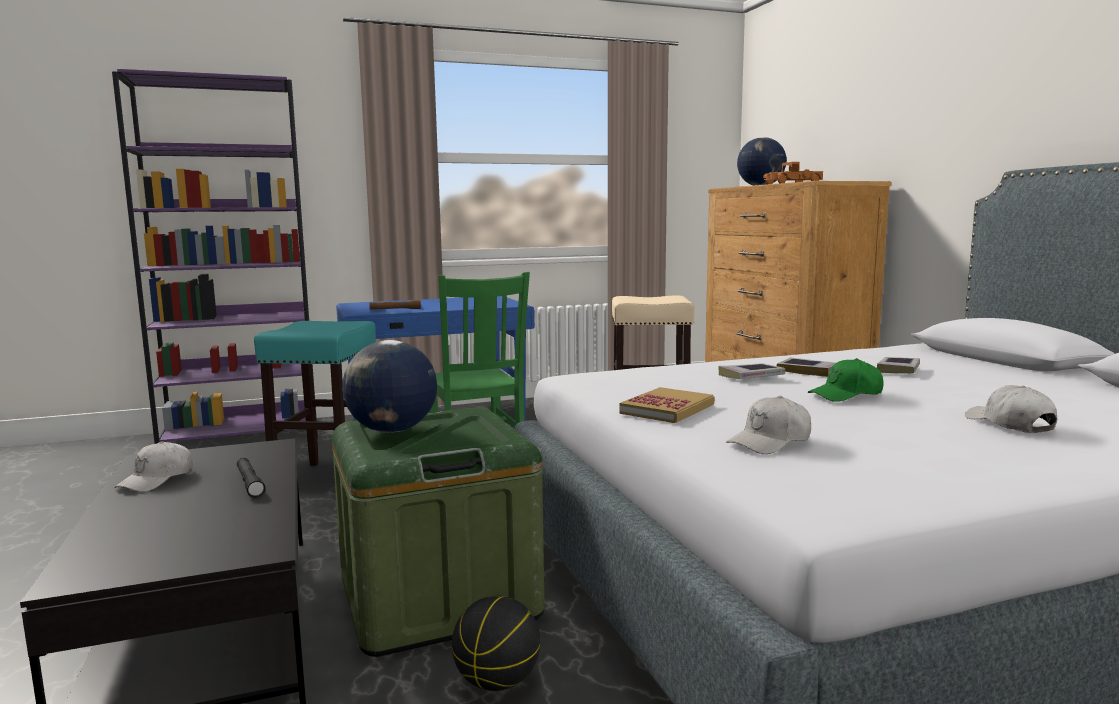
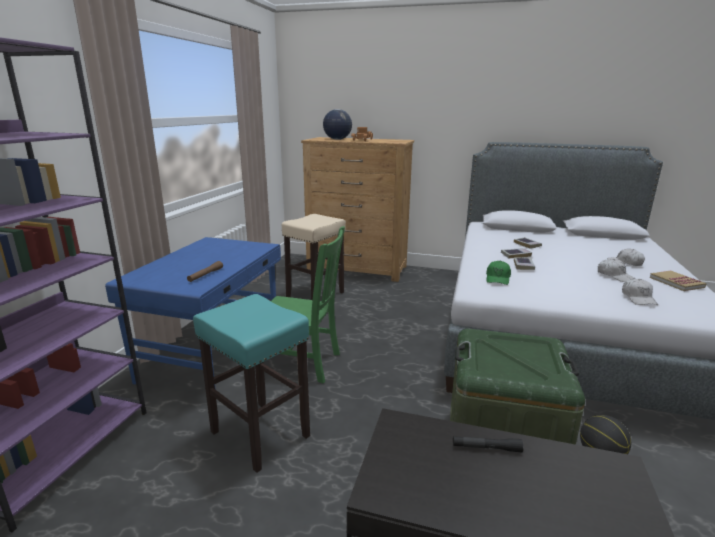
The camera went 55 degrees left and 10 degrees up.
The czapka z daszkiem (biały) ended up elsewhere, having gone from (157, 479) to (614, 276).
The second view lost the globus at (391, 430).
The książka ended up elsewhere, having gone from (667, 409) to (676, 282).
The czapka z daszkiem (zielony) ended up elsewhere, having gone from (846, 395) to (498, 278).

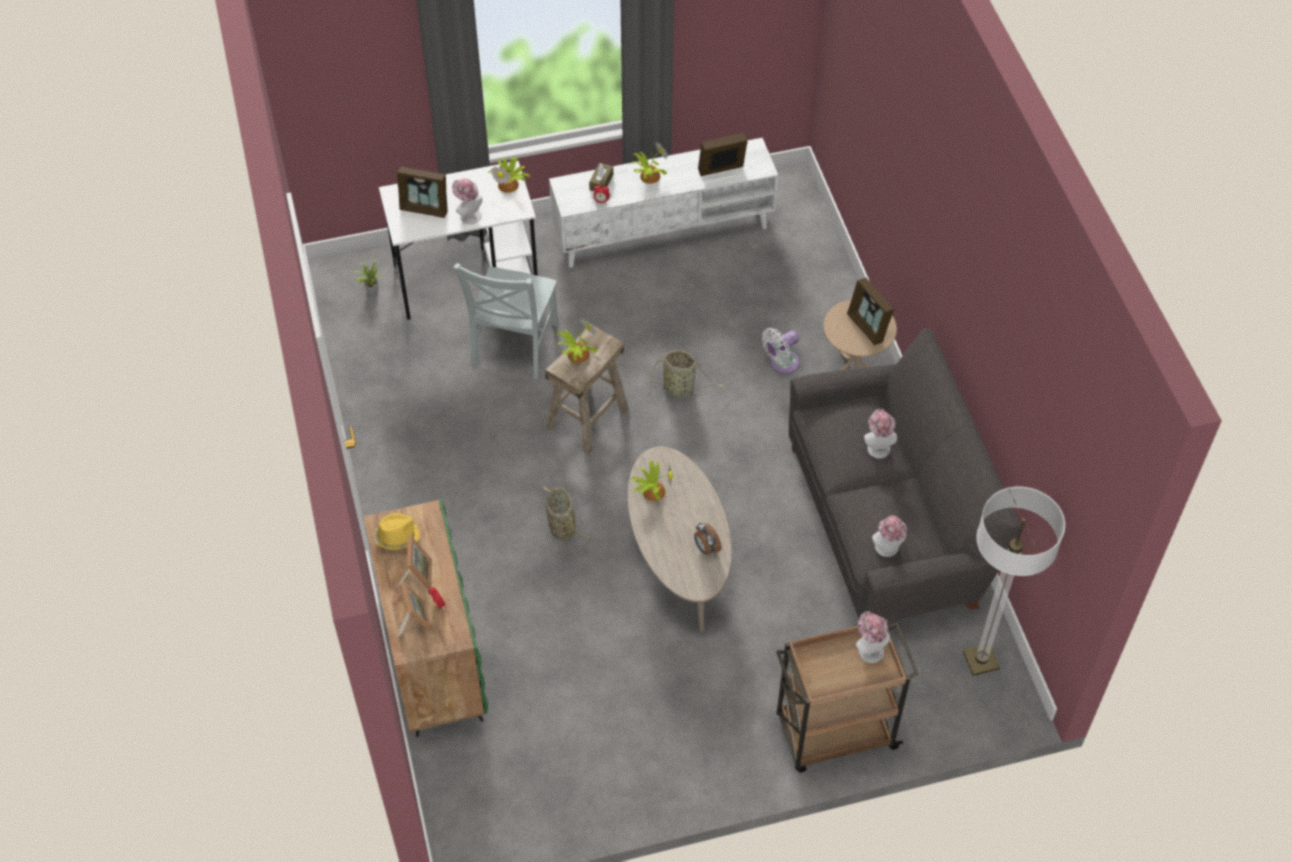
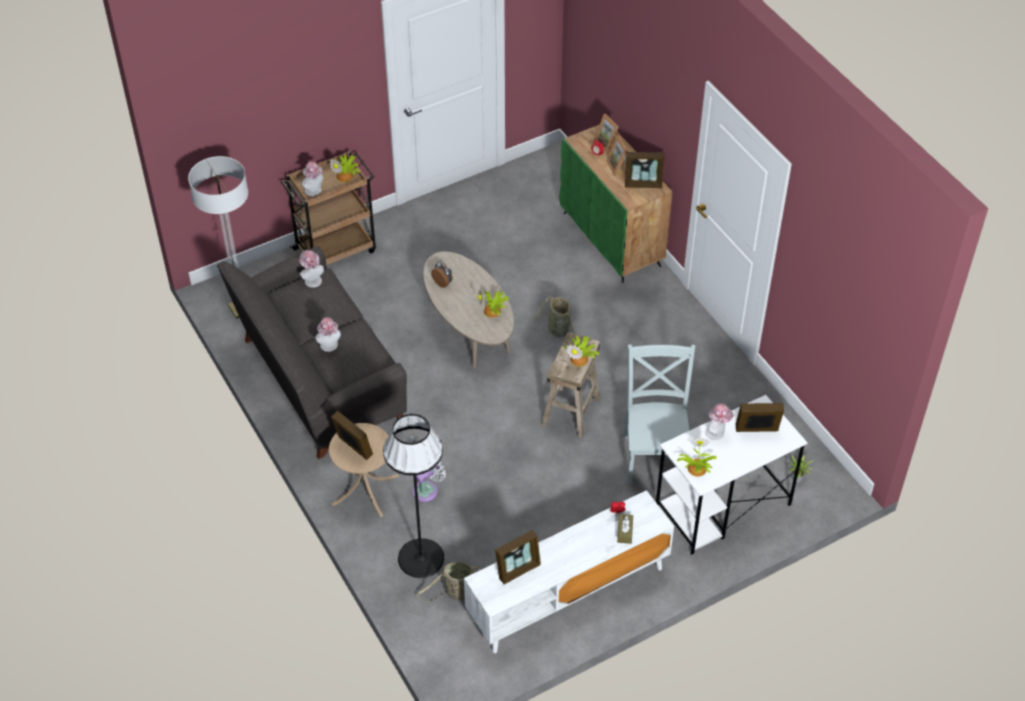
The camera went 165 degrees right and 5 degrees down.
Where the kapelusz (żółty) stood at (396, 536), the ramka na zdjęcie came to stand at (643, 184).
The roślina doniczkowa ended up elsewhere, having gone from (648, 176) to (346, 176).
The koszyk ended up elsewhere, having gone from (681, 389) to (457, 593).
The second view gained the lampa stojąca (czarny) at (420, 558).

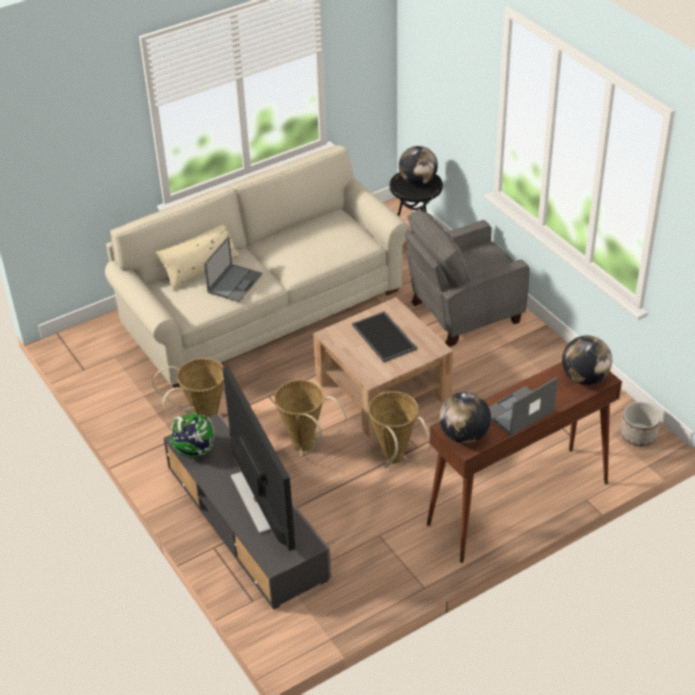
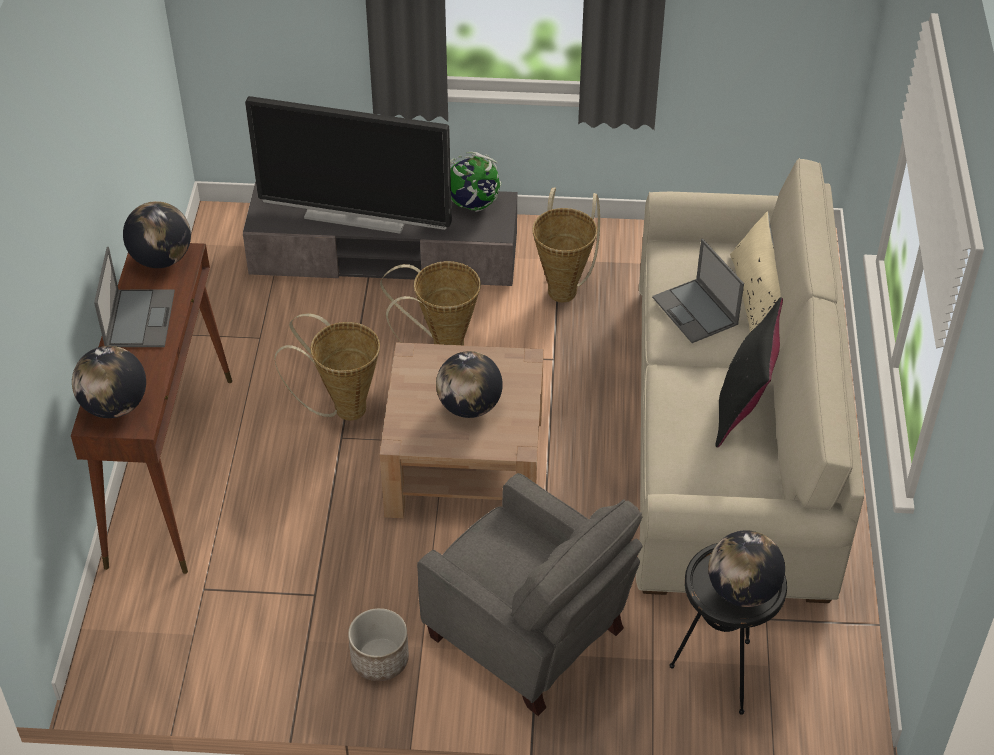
The camera went 125 degrees right and 5 degrees up.
Where the taca stood at (385, 337), the globus came to stand at (469, 407).
The fotel (szary) at (462, 312) ended up facing another way, 120 degrees clockwise from before.
The donica ended up elsewhere, having gone from (638, 435) to (379, 659).
The second view gained the poduszka (czarny) at (743, 409).

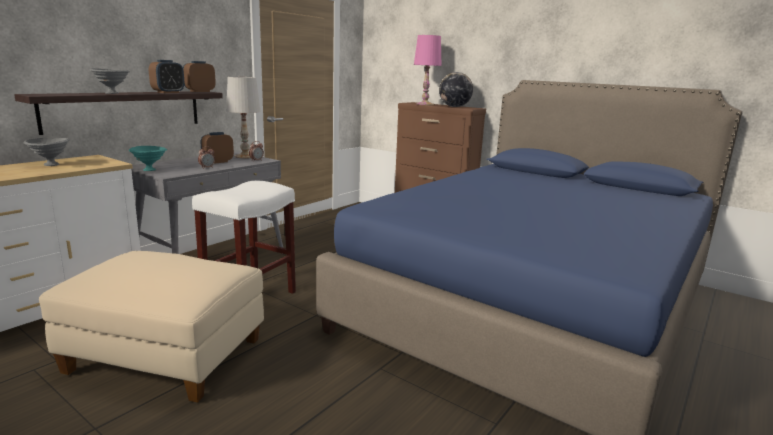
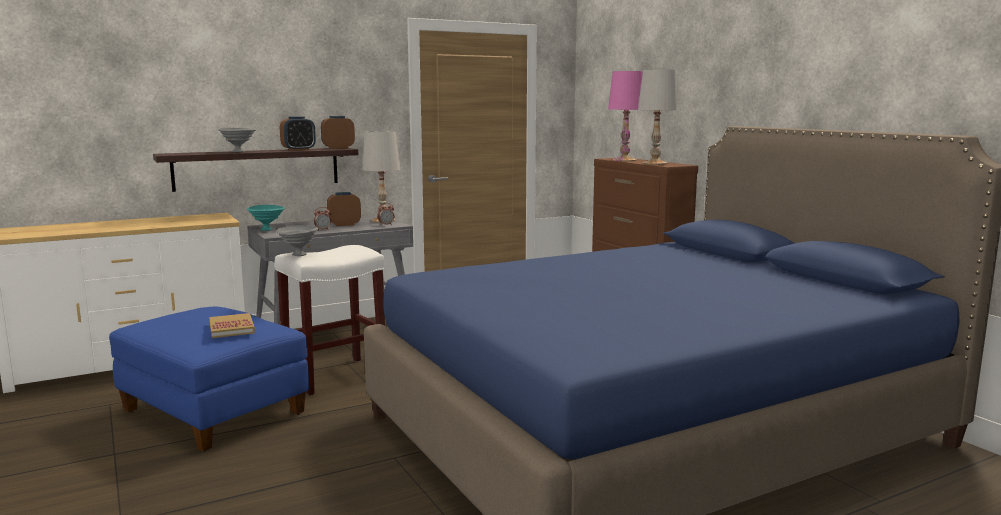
The camera went 25 degrees right and 5 degrees down.
The miska (szary) ended up elsewhere, having gone from (51, 165) to (298, 255).
What was the pufa (beżowy) at (167, 356) turned into the pufa (niebieski) at (215, 412).
Where the globus stood at (454, 107), the lampa stołowa (biały) came to stand at (655, 163).
The second view gained the książka at (231, 328).

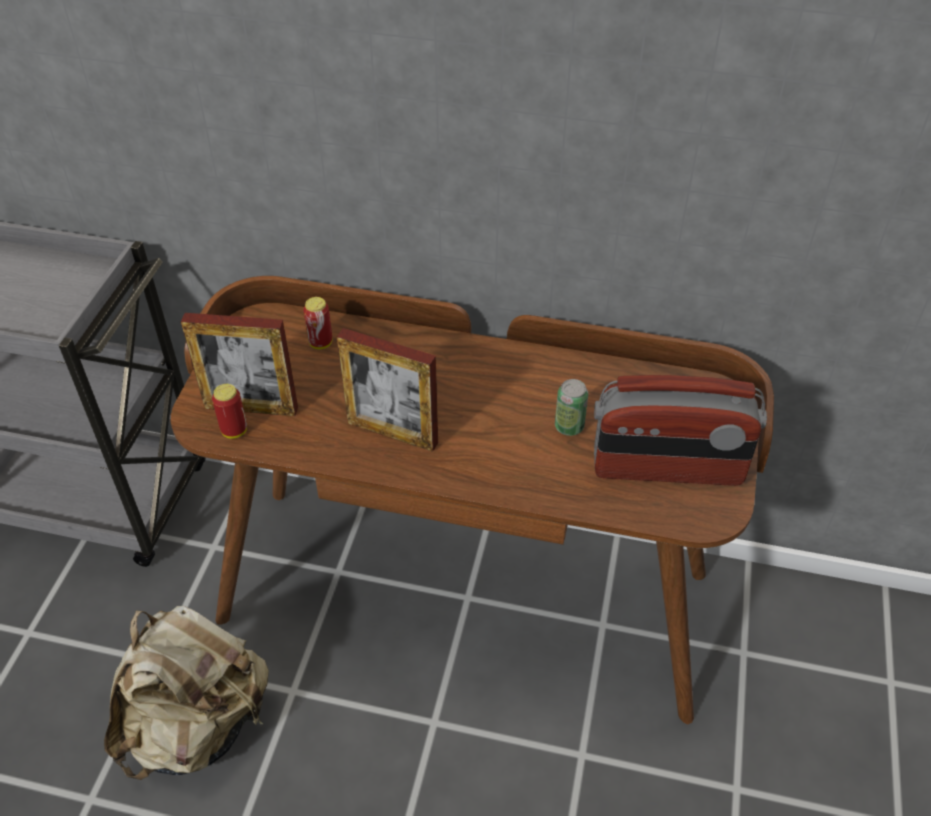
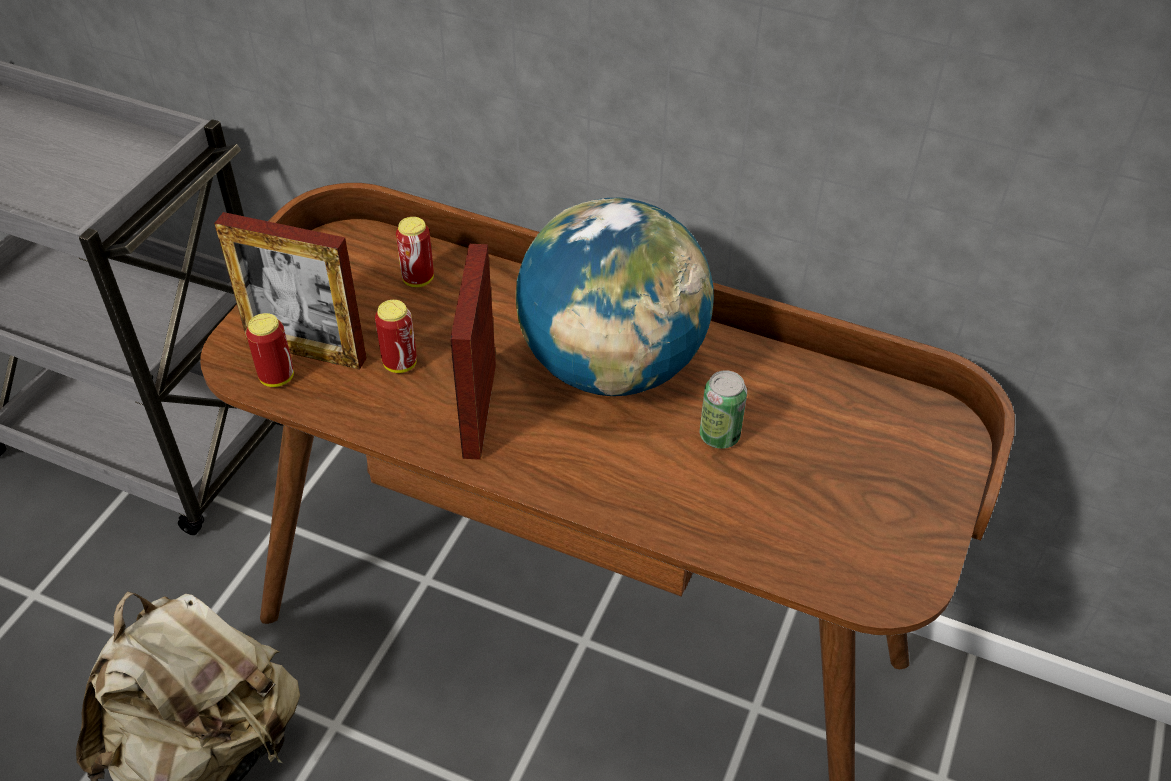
The camera went 10 degrees right and 0 degrees up.
The ramka na zdjęcie at (392, 433) ended up facing another way, 60 degrees clockwise from before.
The second view lost the radio at (667, 468).
The second view gained the puszka at (400, 364).
The second view gained the globus at (611, 367).

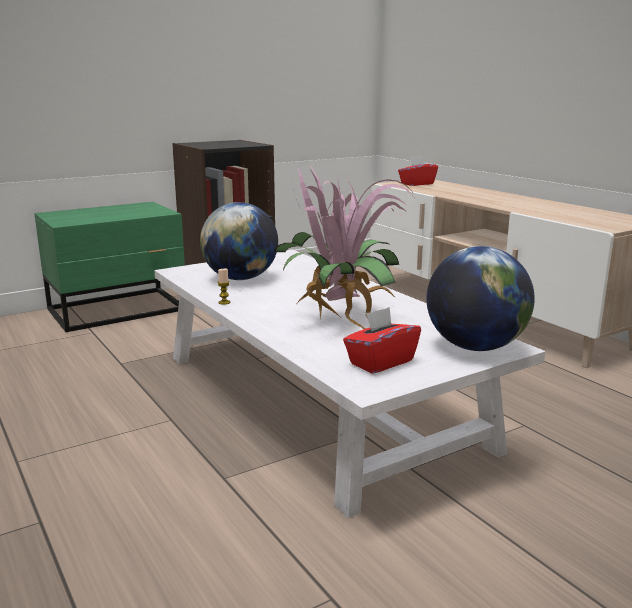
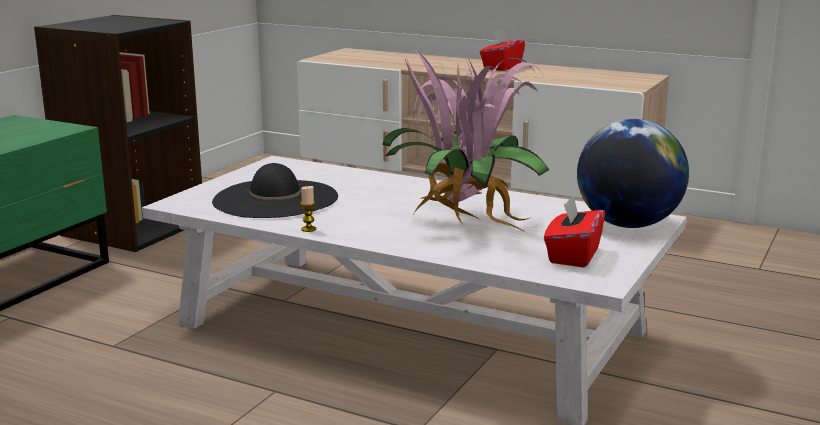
The camera went 30 degrees left and 0 degrees up.
Where the globus stood at (240, 278), the kapelusz (czarny) came to stand at (275, 199).
The pudełko chusteczek (czerwony) ended up elsewhere, having gone from (417, 184) to (501, 67).

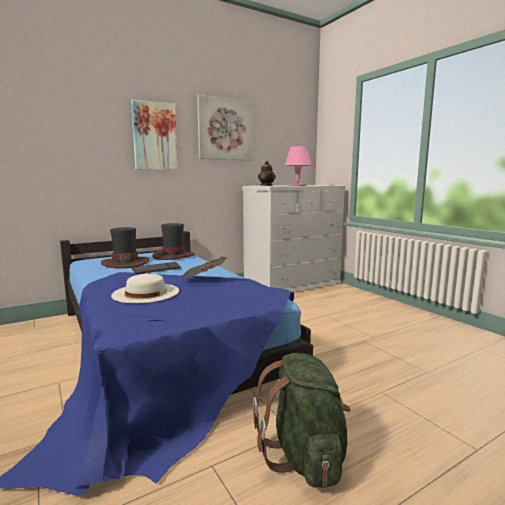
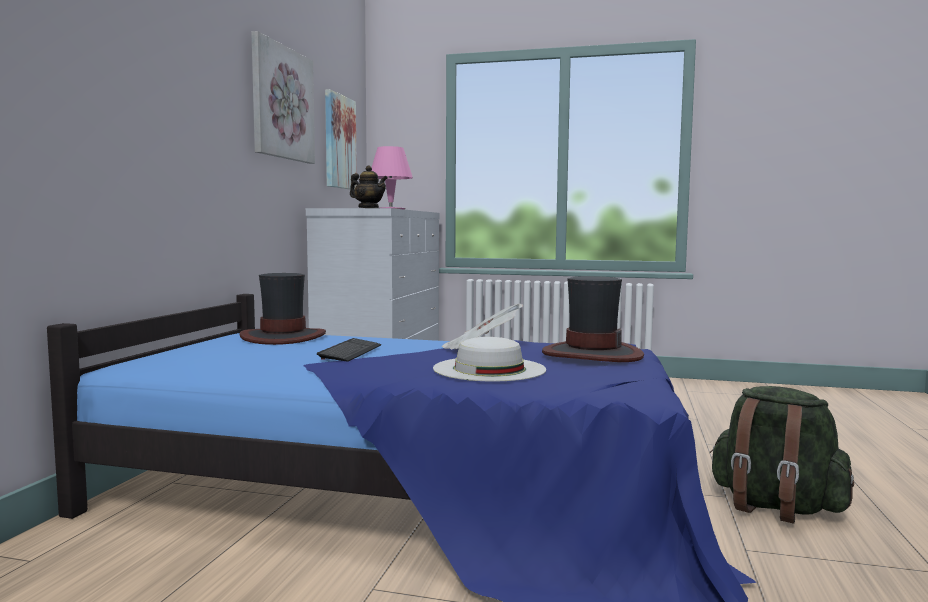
The camera went 45 degrees left and 5 degrees down.
The kapelusz ended up elsewhere, having gone from (125, 263) to (591, 354).
The obraz ended up elsewhere, having gone from (155, 136) to (339, 142).

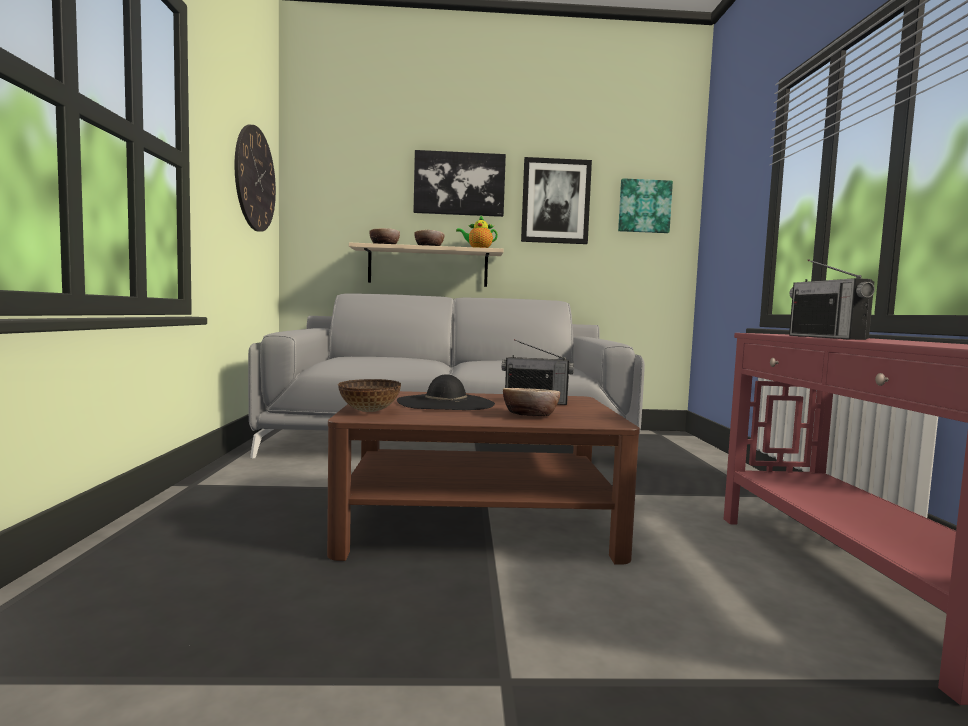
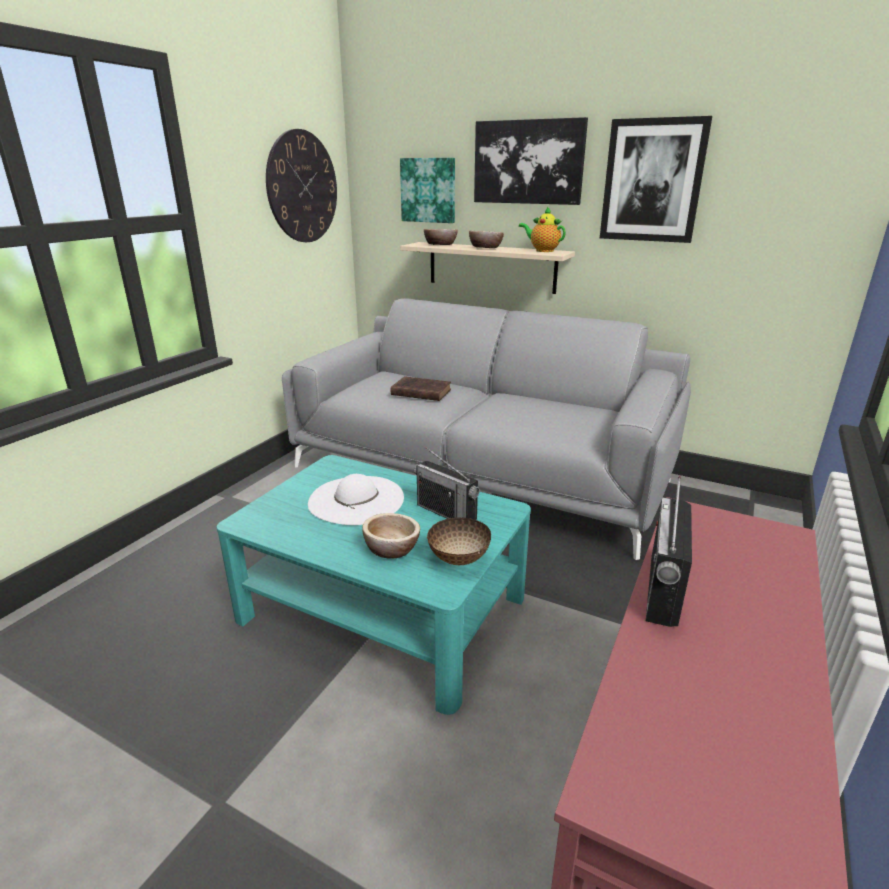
The camera went 30 degrees right and 20 degrees up.
What was the ława (brązowy) at (478, 521) turned into the ława (turkusowy) at (383, 608).
The miska ended up elsewhere, having gone from (368, 411) to (458, 558).
What was the kapelusz (czarny) at (445, 402) turned into the kapelusz (biały) at (356, 500).
The obraz ended up elsewhere, having gone from (644, 206) to (428, 190).
The second view gained the książka (brązowy) at (419, 392).

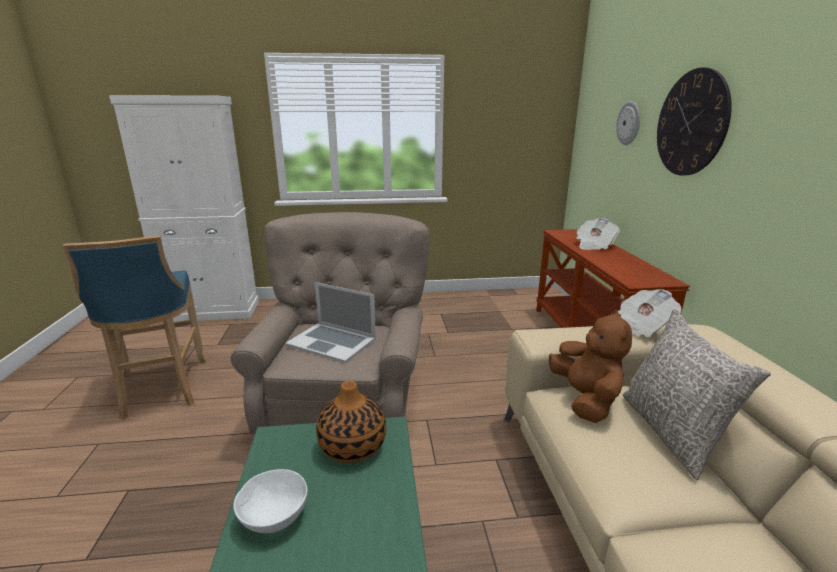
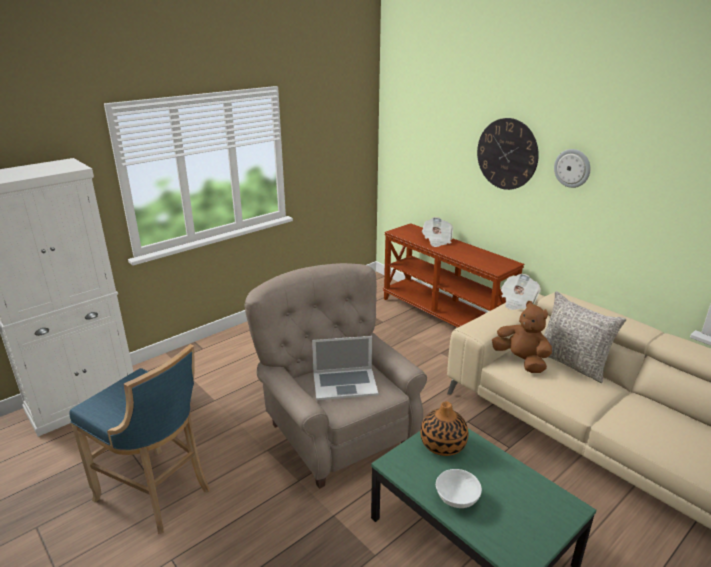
The camera went 35 degrees left and 5 degrees up.
The zegar ścienny ended up elsewhere, having gone from (629, 123) to (572, 168).

